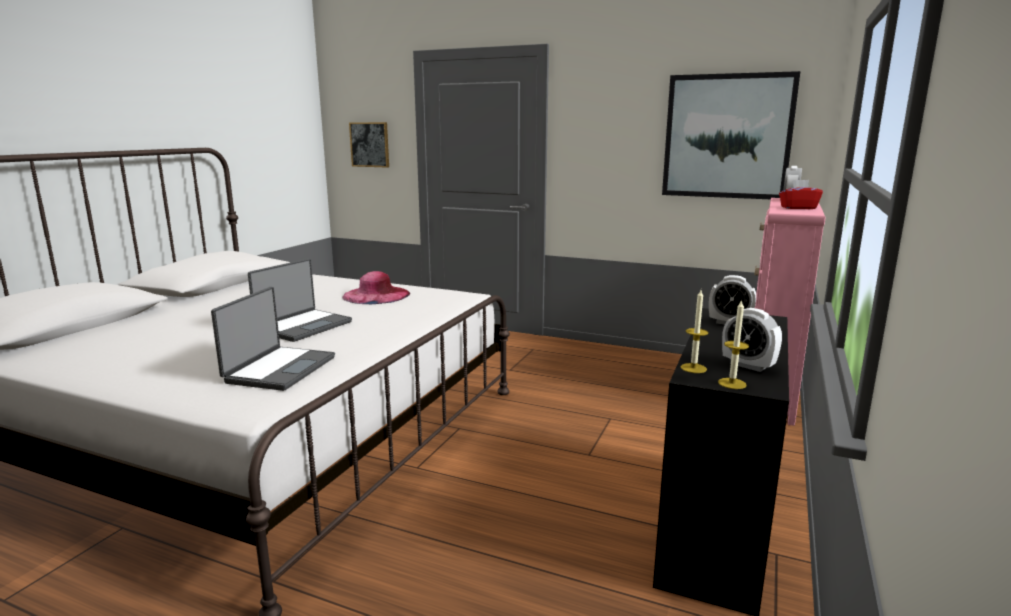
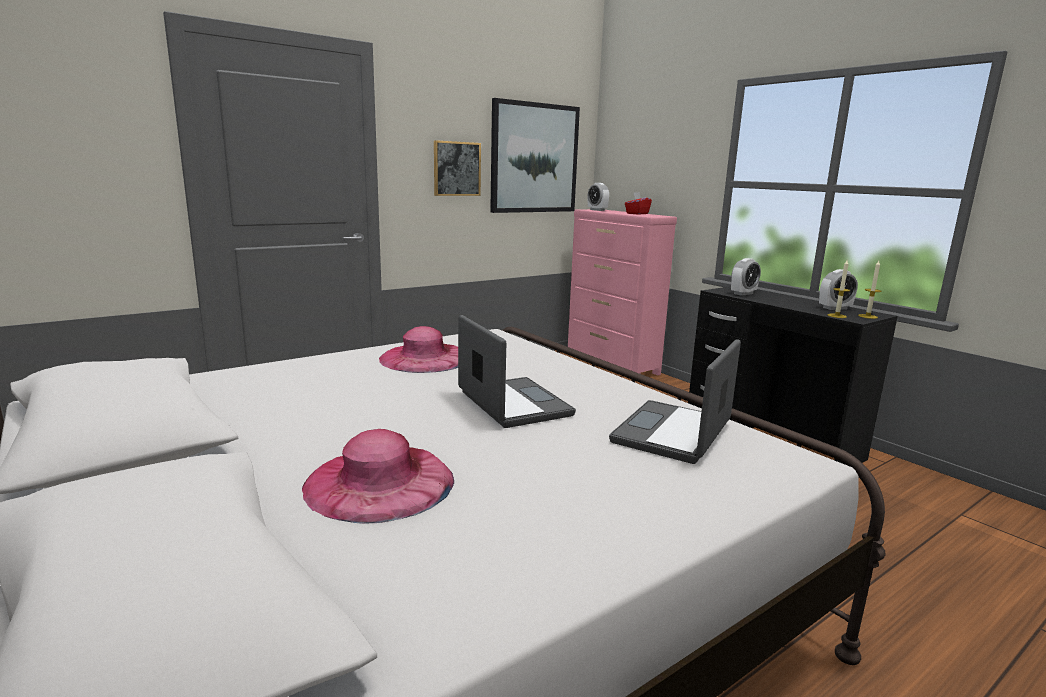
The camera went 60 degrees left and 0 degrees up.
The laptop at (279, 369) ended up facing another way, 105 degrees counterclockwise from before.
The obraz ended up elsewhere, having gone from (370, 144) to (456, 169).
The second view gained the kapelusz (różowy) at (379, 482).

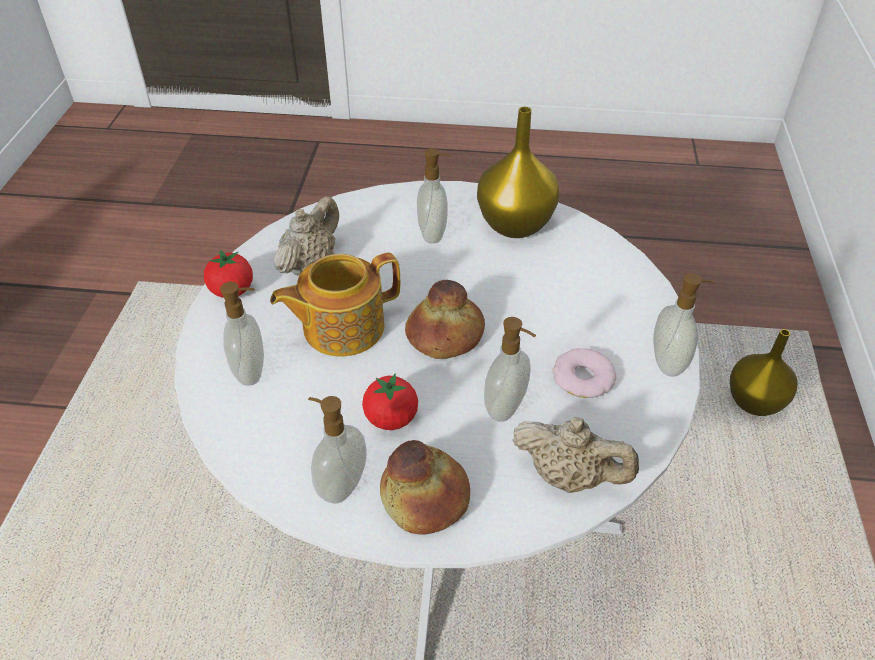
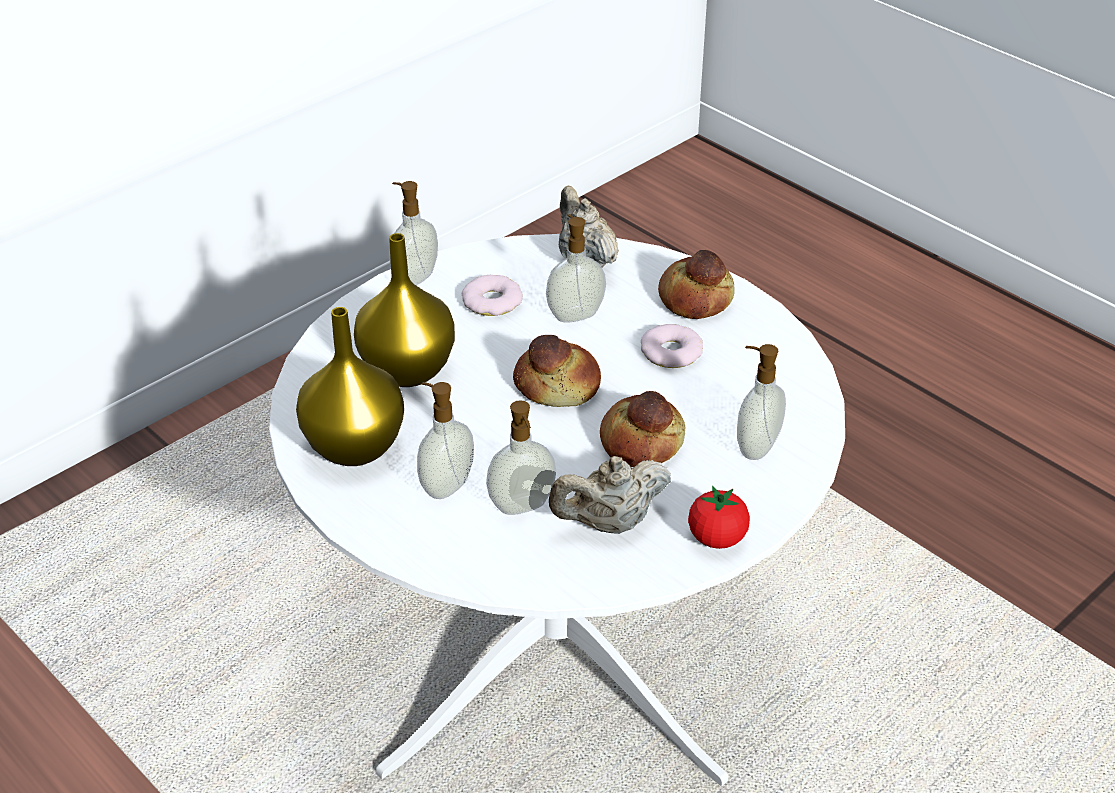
The camera went 140 degrees left and 5 degrees down.
Where the imbryk stood at (341, 327), the chleb came to stand at (641, 441).
The dozownik mydła ended up elsewhere, having gone from (341, 484) to (522, 506).
Where the pomidor stood at (391, 418), the donut came to stand at (670, 352).
The wazon (żółty) ended up elsewhere, having gone from (754, 403) to (409, 369).

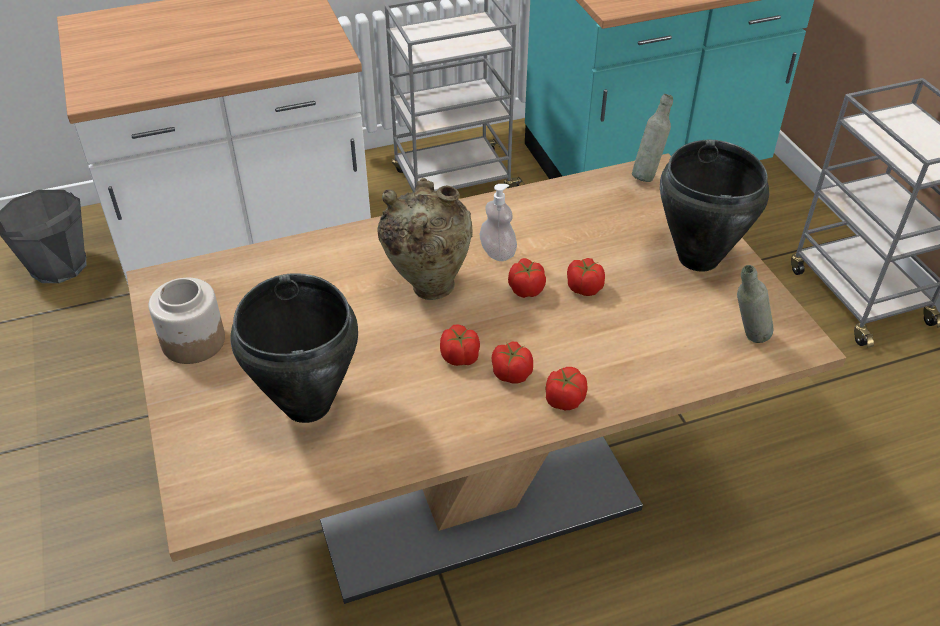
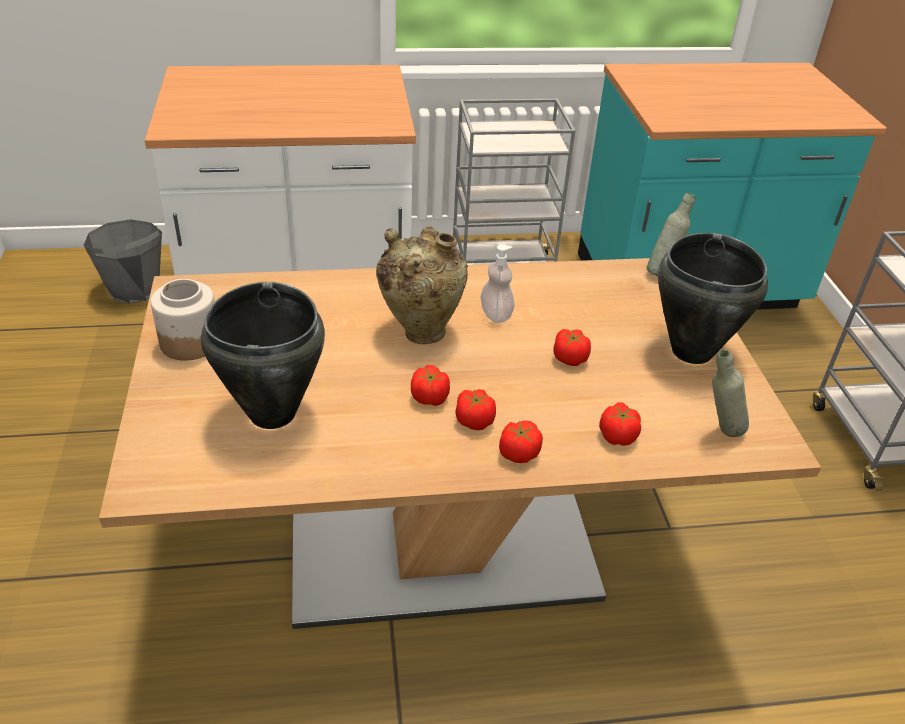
The camera went 10 degrees right and 5 degrees down.
The pomidor ended up elsewhere, having gone from (526, 289) to (617, 436).

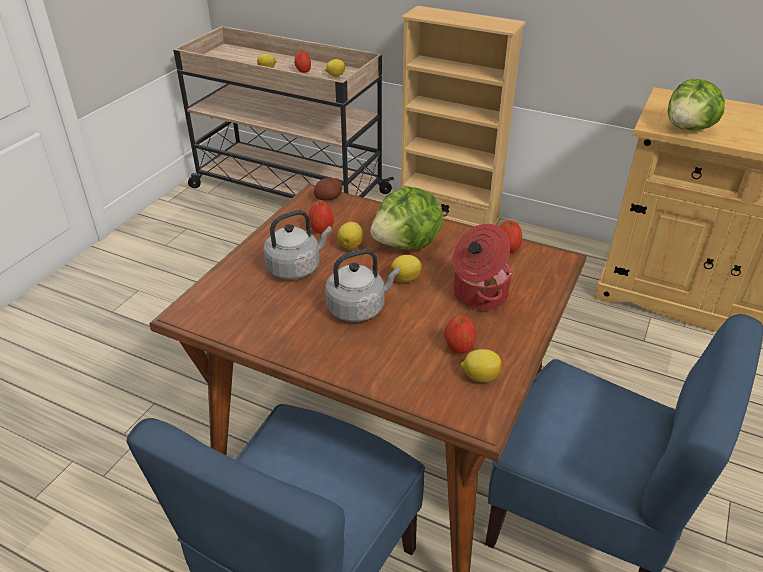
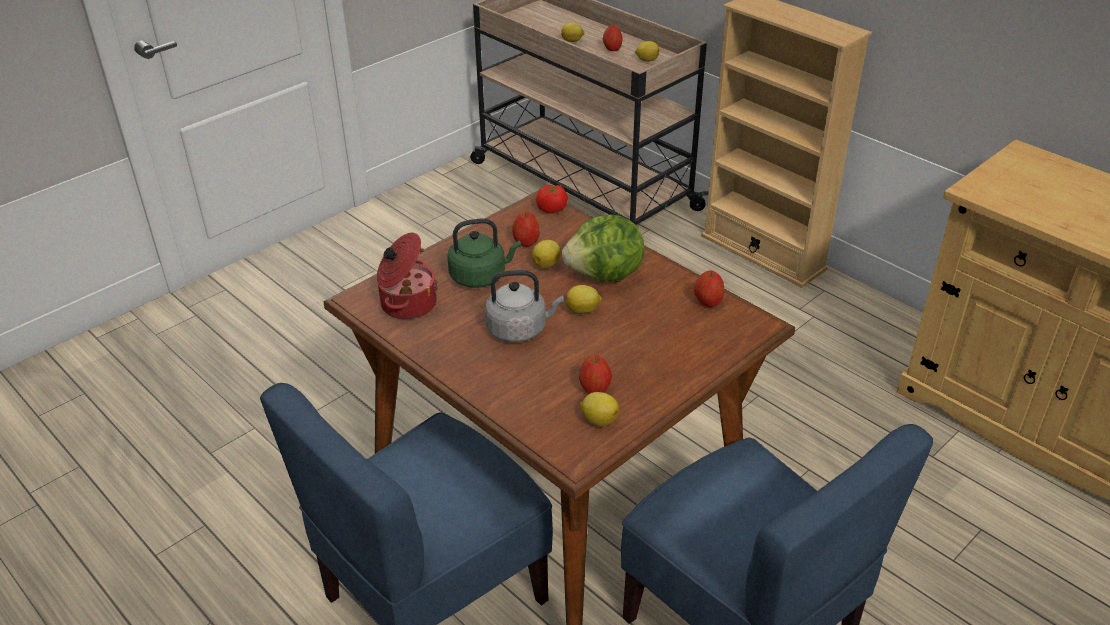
The camera went 20 degrees right and 0 degrees up.
What was the czajnik (szary) at (296, 267) turned into the czajnik (zielony) at (481, 276).
Where the ziemniak stood at (328, 198), the pomidor came to stand at (551, 209).
The garnek ended up elsewhere, having gone from (478, 295) to (407, 304).
The second view lost the sałata at (689, 128).

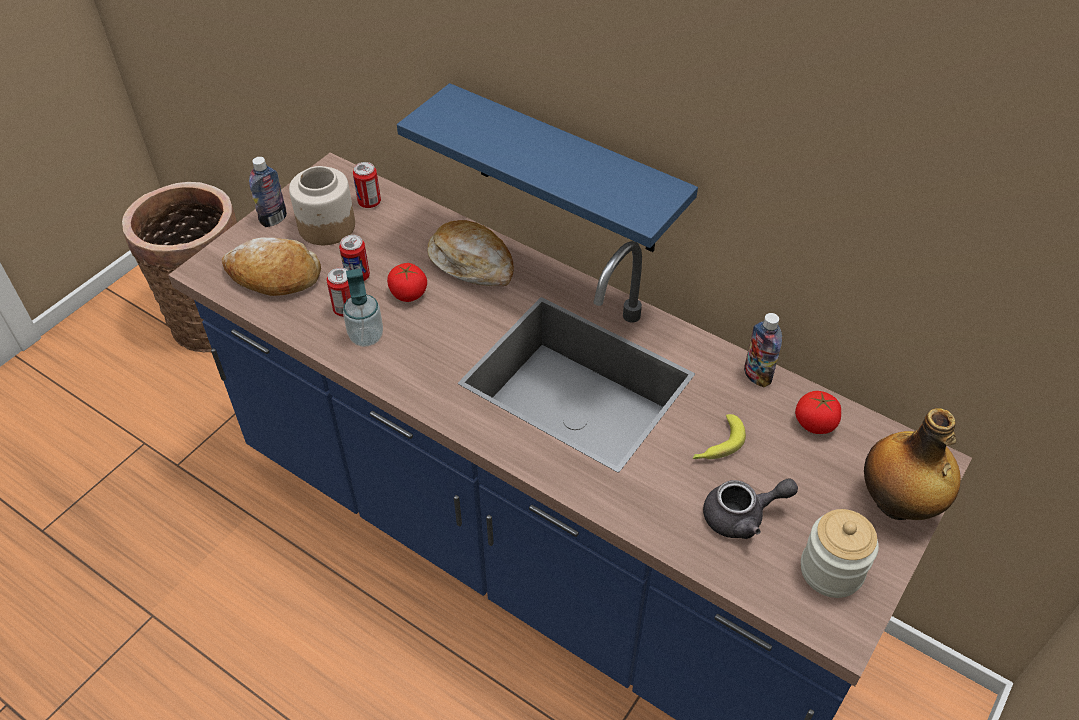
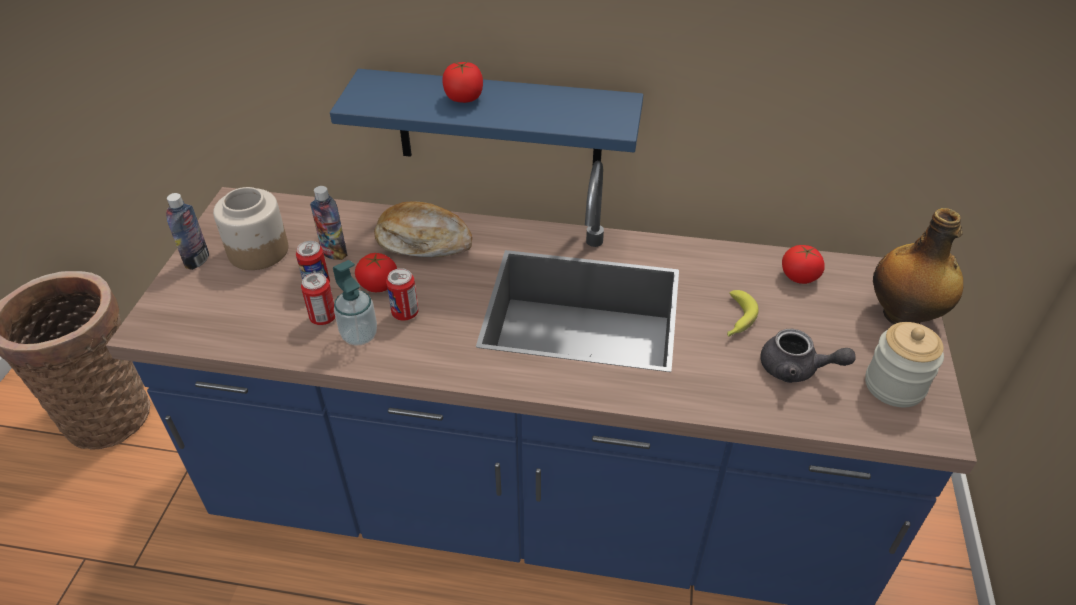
The camera went 25 degrees left and 5 degrees down.
The second view lost the chleb at (274, 276).
The puszka ended up elsewhere, having gone from (369, 202) to (405, 313).
The imbryk (szary) at (742, 516) ended up facing another way, 60 degrees clockwise from before.
The butelka ended up elsewhere, having gone from (757, 376) to (334, 253).
The second view gained the pomidor at (464, 98).

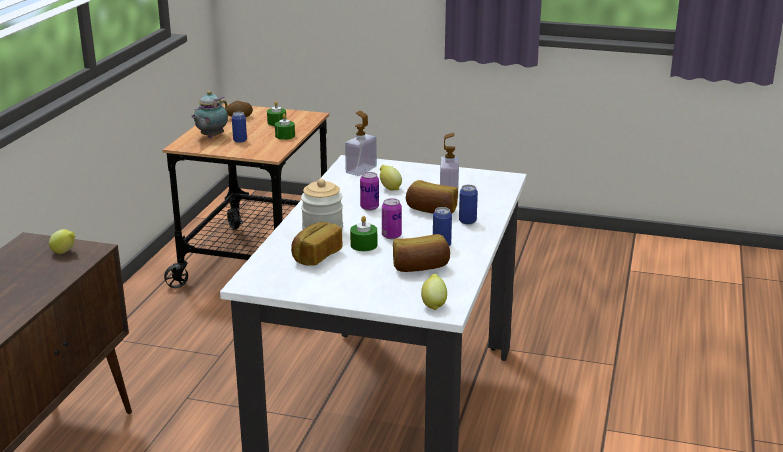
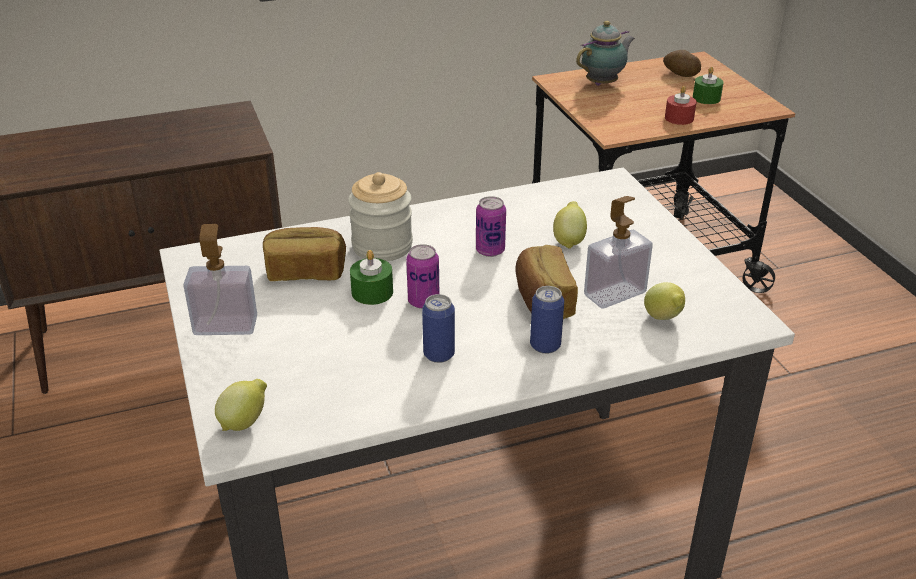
The camera went 55 degrees right and 10 degrees up.
The cytryna ended up elsewhere, having gone from (64, 252) to (663, 319).
The imbryk at (211, 137) ended up facing another way, 150 degrees clockwise from before.
The second view lost the puszka at (240, 140).
What was the świeca (zielony) at (285, 136) turned into the świeca (czerwony) at (679, 118).
The dozownik mydła ended up elsewhere, having gone from (361, 170) to (225, 326).
The second view lost the chleb at (420, 267).

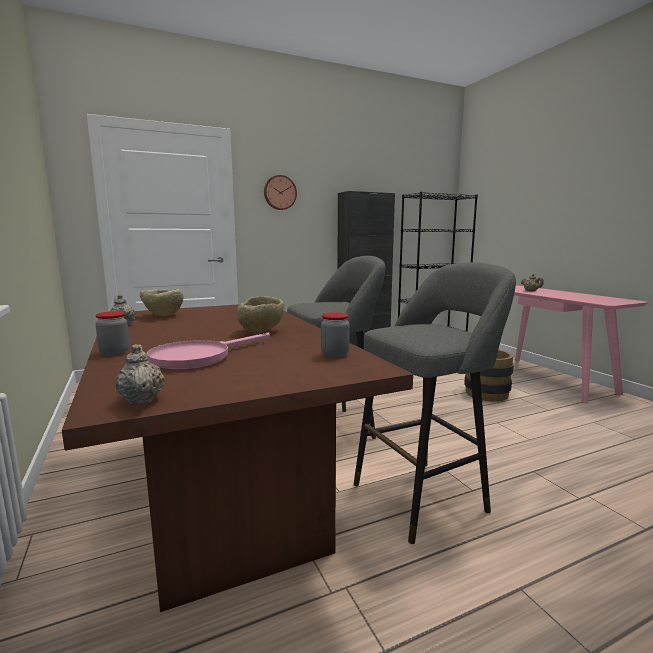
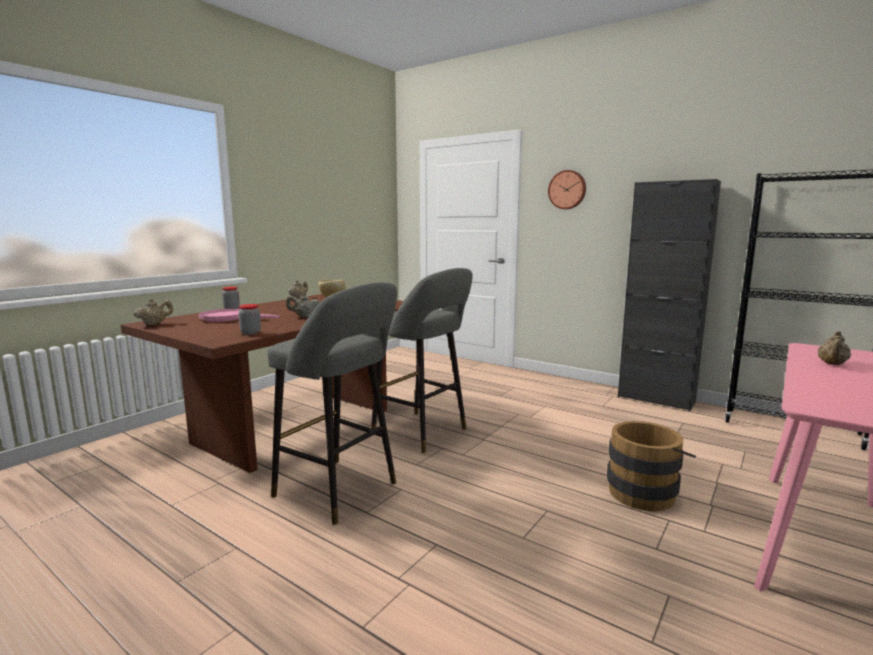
The camera went 60 degrees right and 0 degrees up.
Where the miska (beżowy) stood at (261, 331), the imbryk (beżowy) came to stand at (304, 316).

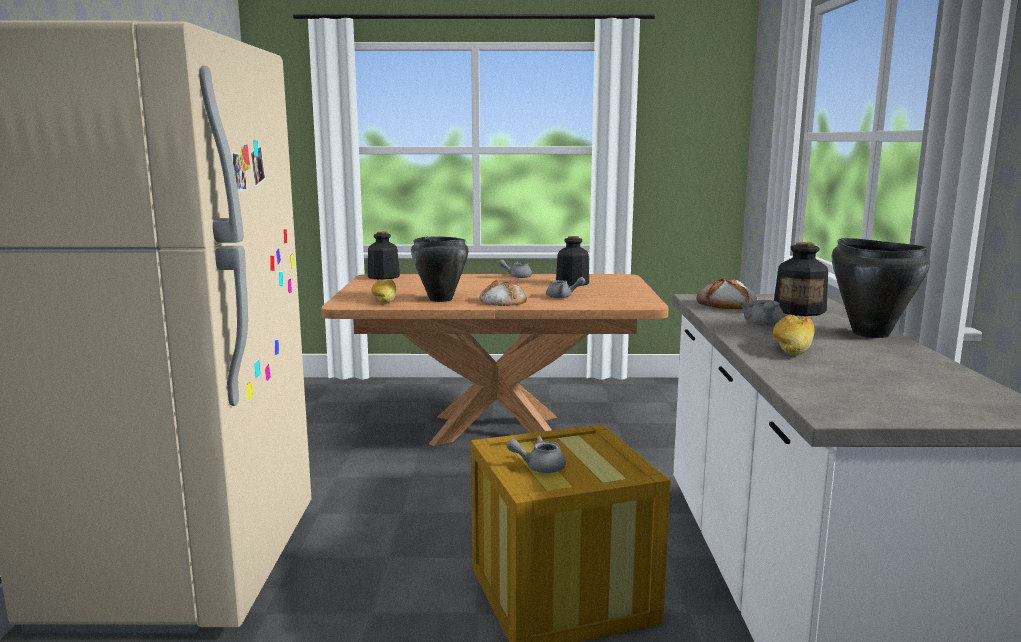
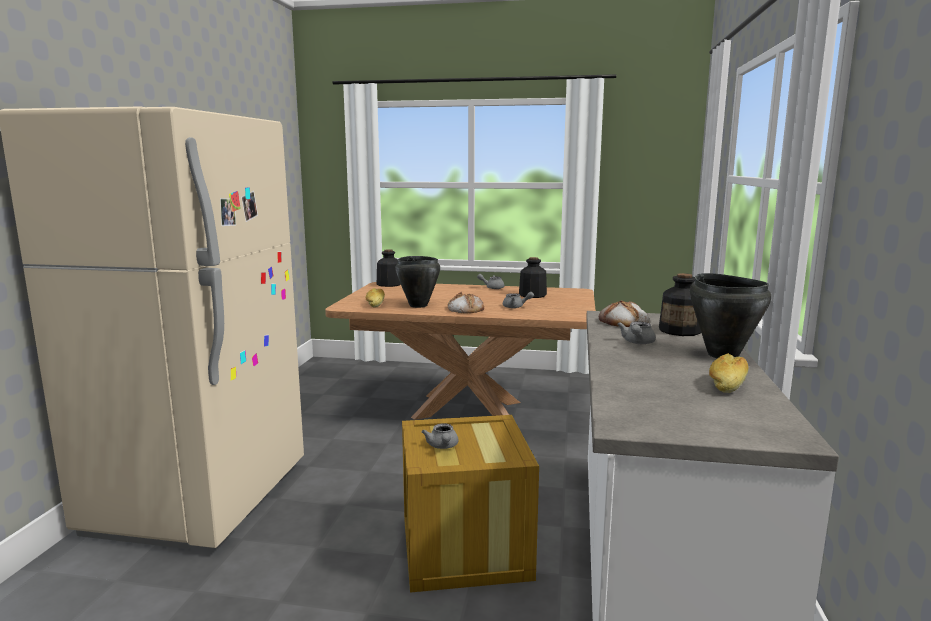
The camera went 10 degrees right and 0 degrees up.
The imbryk (szary) at (539, 467) ended up facing another way, 105 degrees counterclockwise from before.
The chleb ended up elsewhere, having gone from (791, 348) to (727, 384).

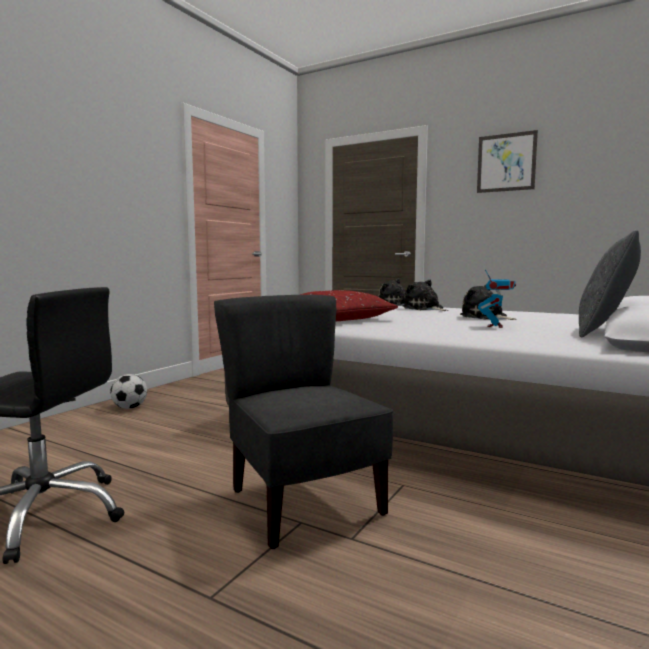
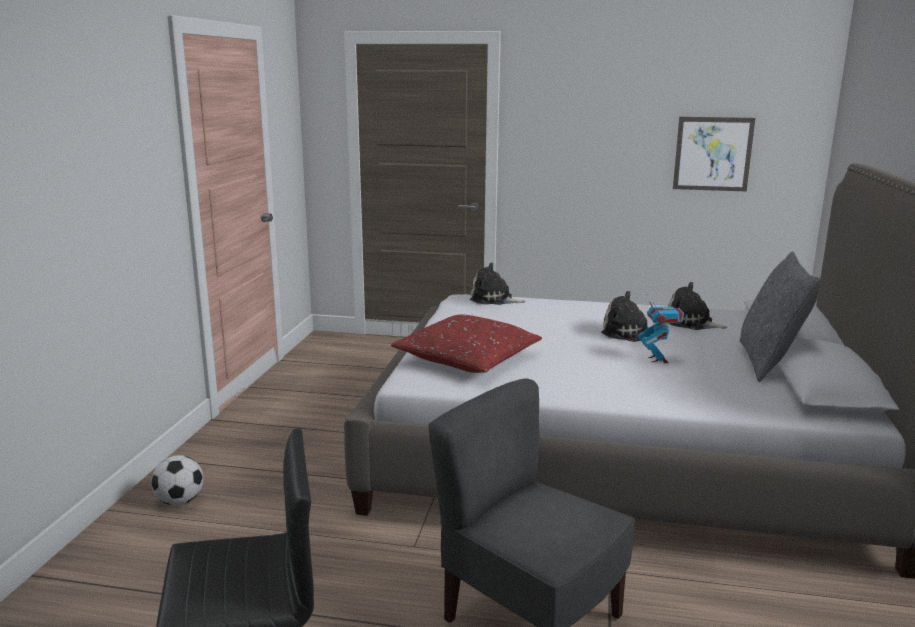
The camera went 20 degrees left and 10 degrees up.
The pluszak ended up elsewhere, having gone from (424, 309) to (691, 323).
The obraz ended up elsewhere, having gone from (506, 162) to (712, 154).

